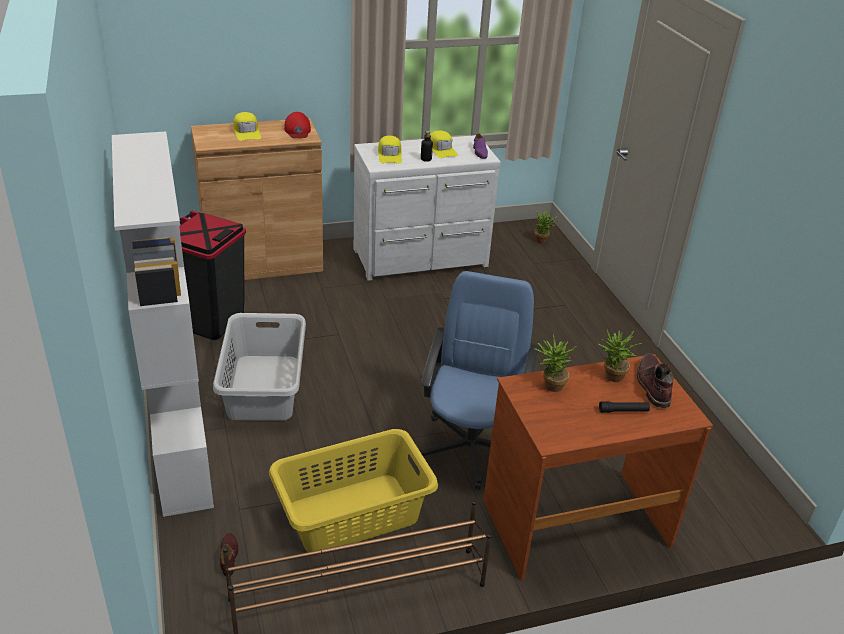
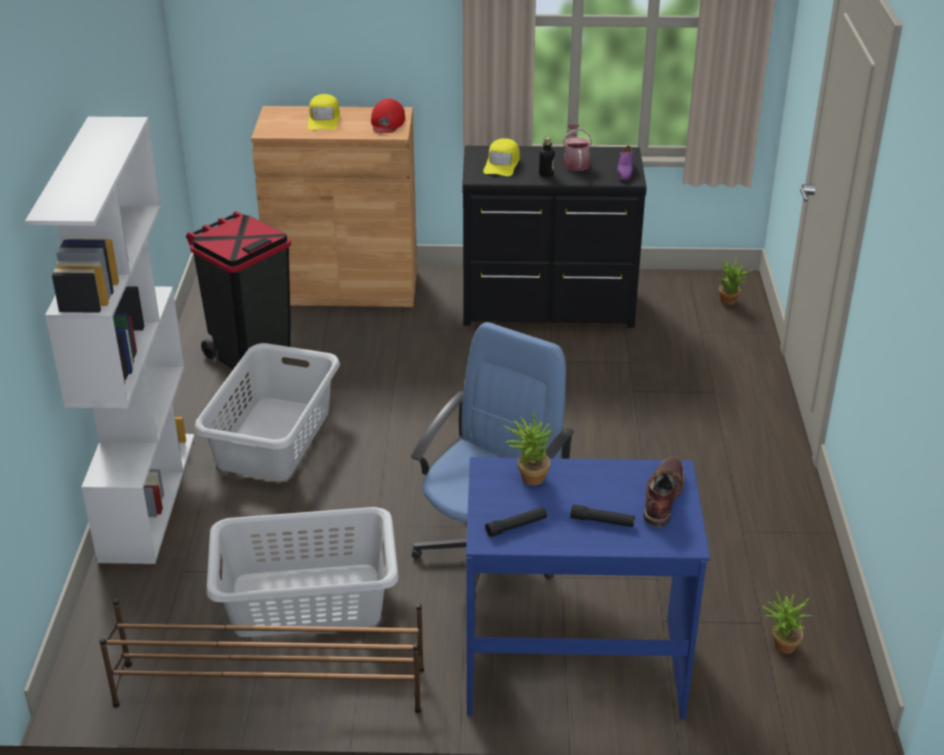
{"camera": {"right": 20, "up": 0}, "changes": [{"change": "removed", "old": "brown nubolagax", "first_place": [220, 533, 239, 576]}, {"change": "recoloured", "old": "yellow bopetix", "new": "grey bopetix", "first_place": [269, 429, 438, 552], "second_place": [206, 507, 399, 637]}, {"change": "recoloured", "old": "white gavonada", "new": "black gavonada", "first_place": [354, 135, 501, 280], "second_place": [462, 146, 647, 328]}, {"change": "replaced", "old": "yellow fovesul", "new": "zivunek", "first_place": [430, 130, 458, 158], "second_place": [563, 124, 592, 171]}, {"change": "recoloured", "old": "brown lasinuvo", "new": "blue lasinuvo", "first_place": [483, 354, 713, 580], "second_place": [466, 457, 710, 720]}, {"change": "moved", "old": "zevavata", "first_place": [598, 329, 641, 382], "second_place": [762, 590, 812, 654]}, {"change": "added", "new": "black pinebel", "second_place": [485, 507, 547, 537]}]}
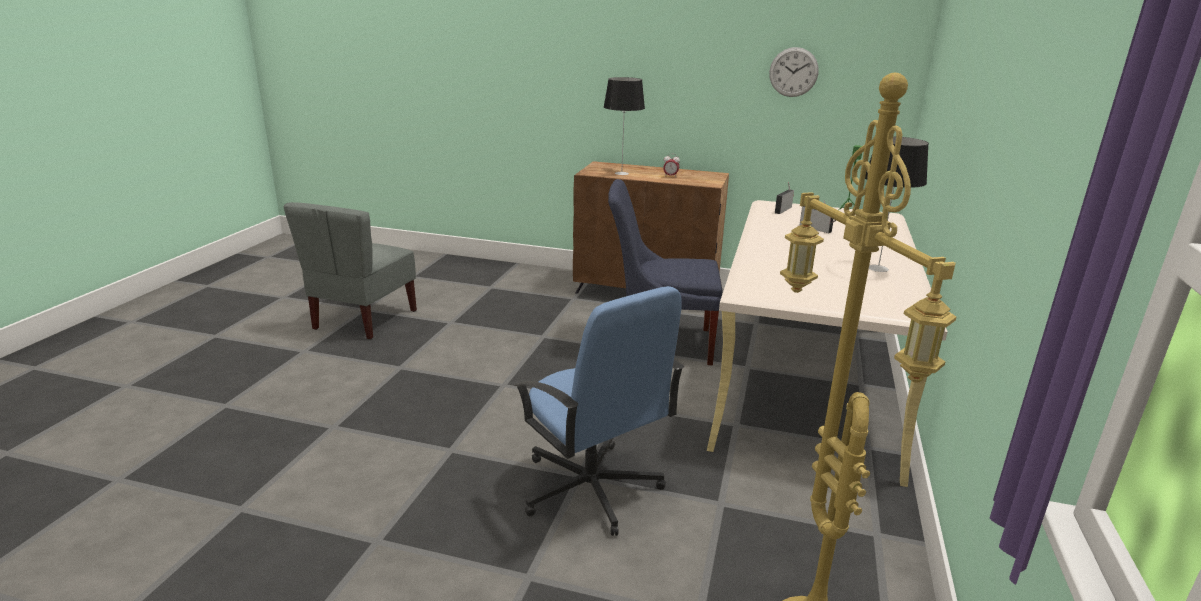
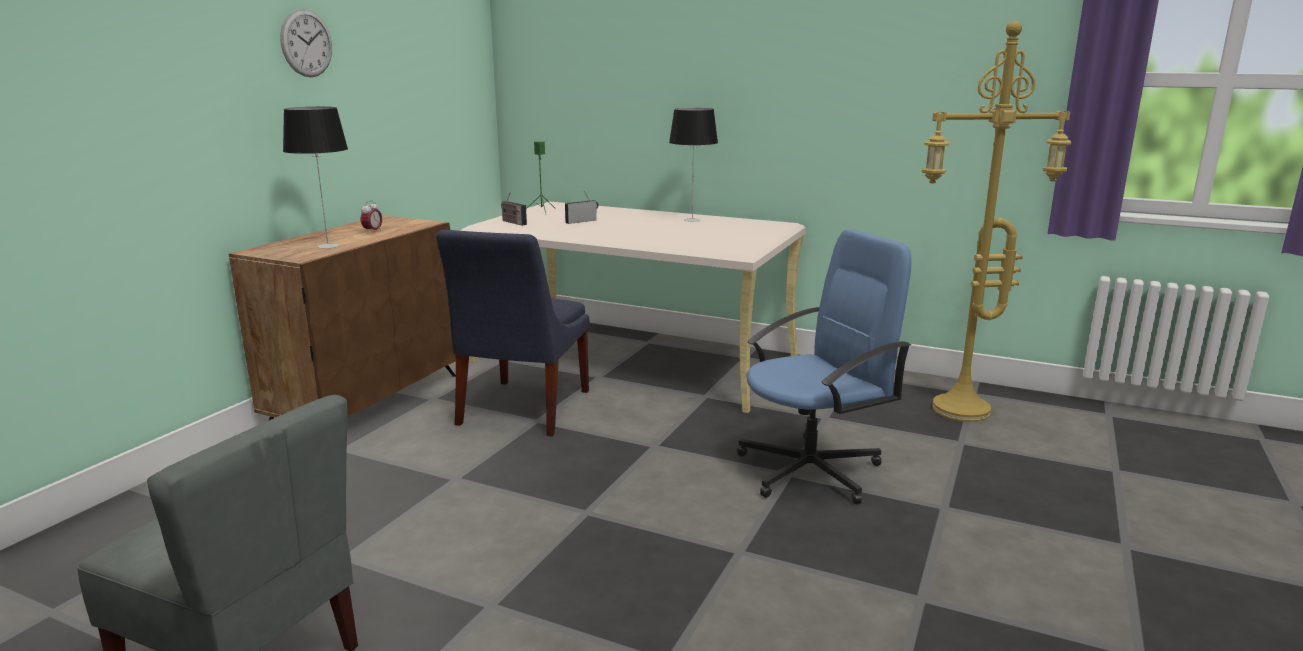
{"camera": {"right": -80, "up": -5}, "changes": [{"change": "moved", "old": "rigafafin", "first_place": [769, 47, 819, 97], "second_place": [280, 9, 332, 77]}]}
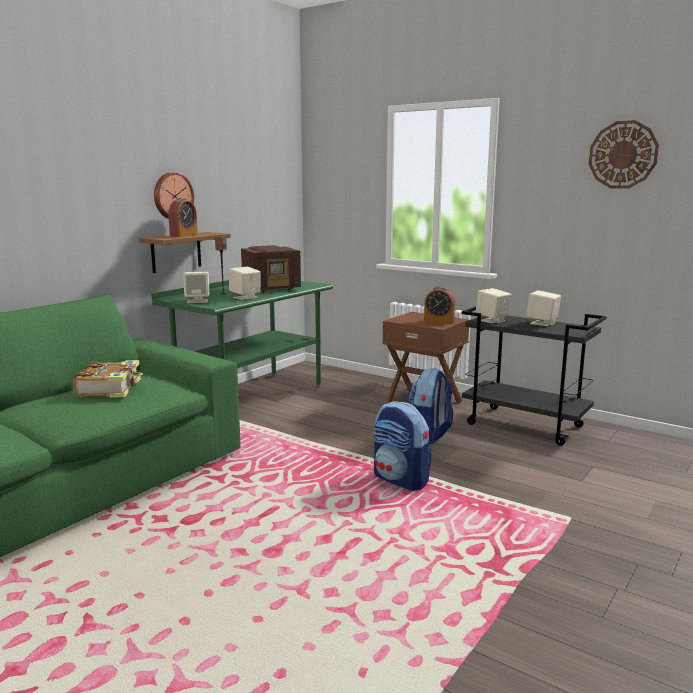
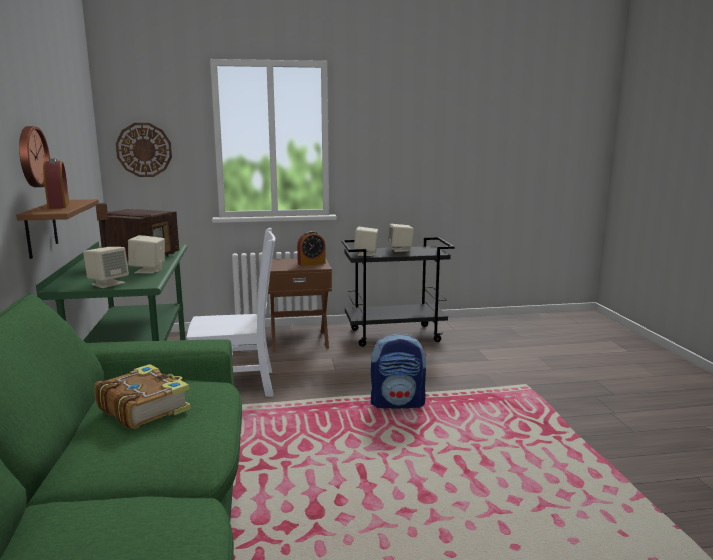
{"camera": {"right": -45, "up": 0}, "changes": [{"change": "removed", "old": "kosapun", "first_place": [409, 368, 453, 444]}, {"change": "moved", "old": "rigafafin", "first_place": [589, 120, 659, 189], "second_place": [116, 123, 172, 177]}, {"change": "added", "new": "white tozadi", "second_place": [187, 228, 276, 397]}]}
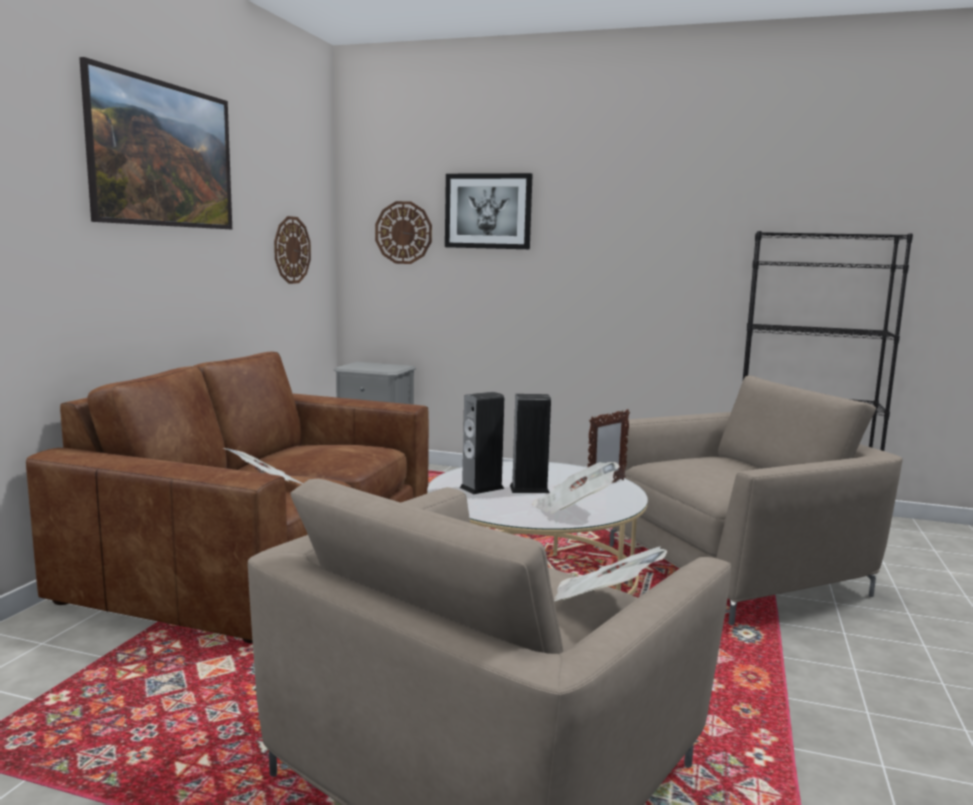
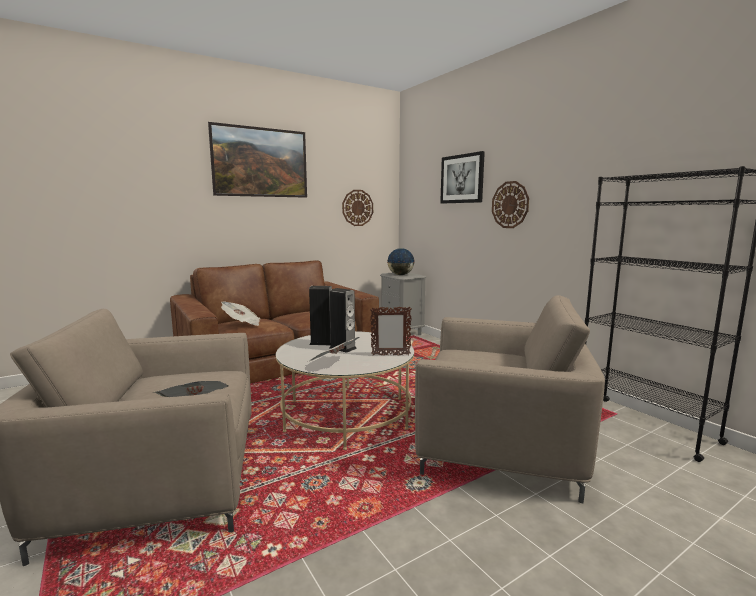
{"camera": {"right": 40, "up": 0}, "changes": [{"change": "moved", "old": "rigafafin", "first_place": [375, 201, 432, 264], "second_place": [492, 181, 529, 228]}, {"change": "added", "new": "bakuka", "second_place": [387, 248, 415, 275]}]}
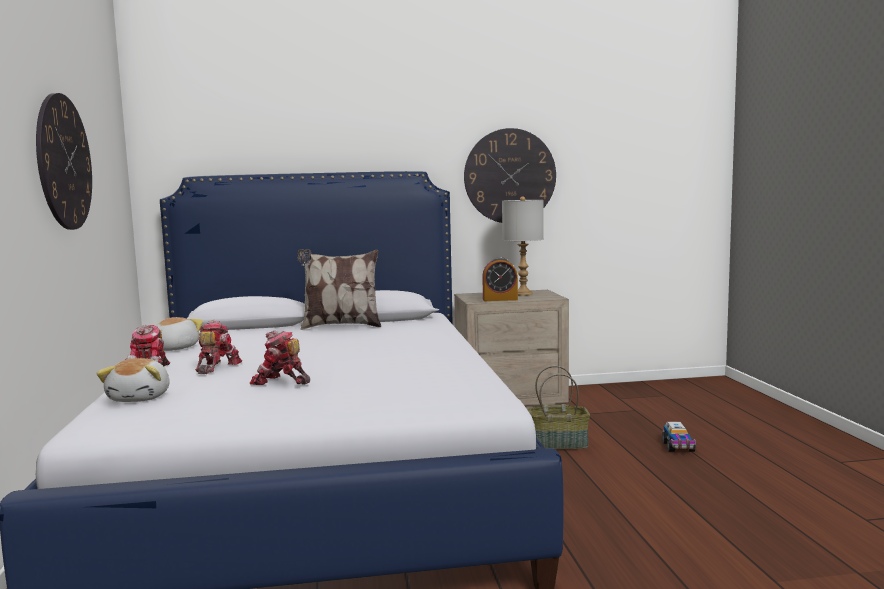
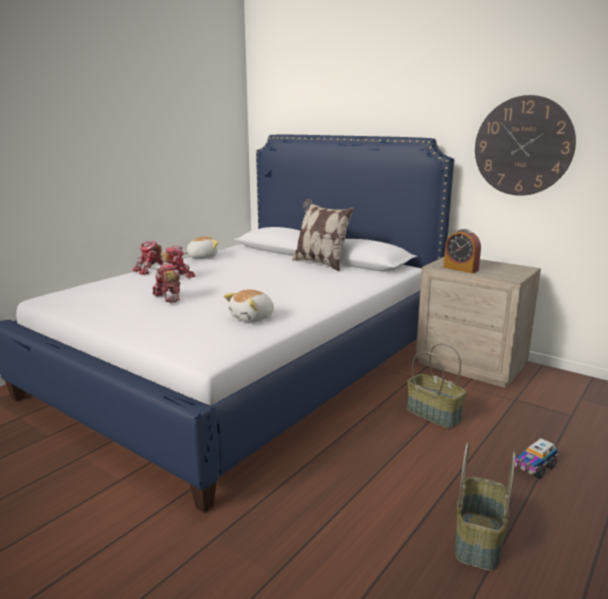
{"camera": {"right": 45, "up": 10}, "changes": [{"change": "removed", "old": "rigafafin", "first_place": [36, 93, 92, 230]}, {"change": "moved", "old": "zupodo", "first_place": [96, 358, 170, 402], "second_place": [223, 290, 274, 322]}, {"change": "removed", "old": "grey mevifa", "first_place": [502, 197, 544, 296]}, {"change": "added", "new": "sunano", "second_place": [455, 442, 515, 571]}]}
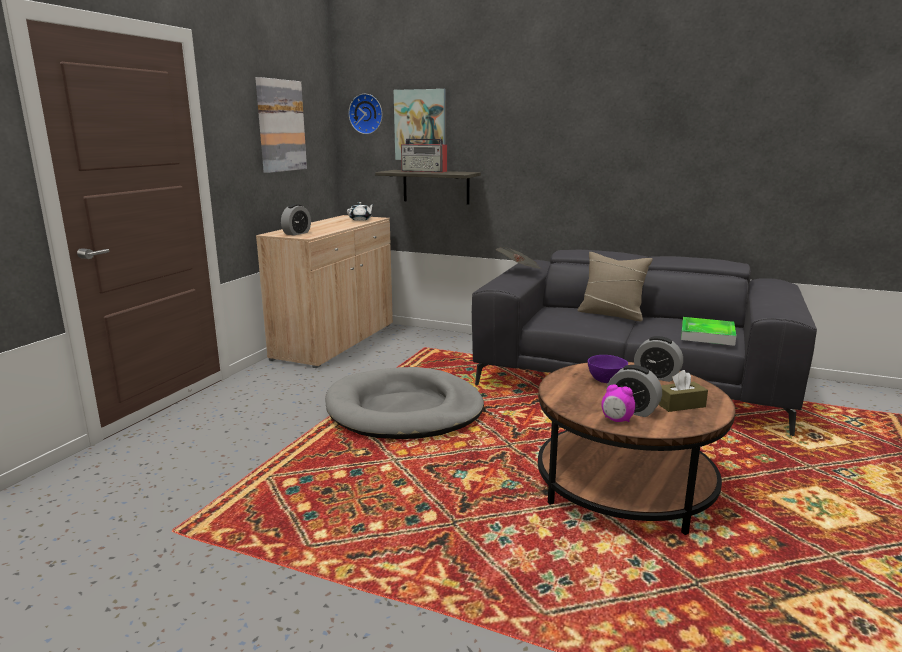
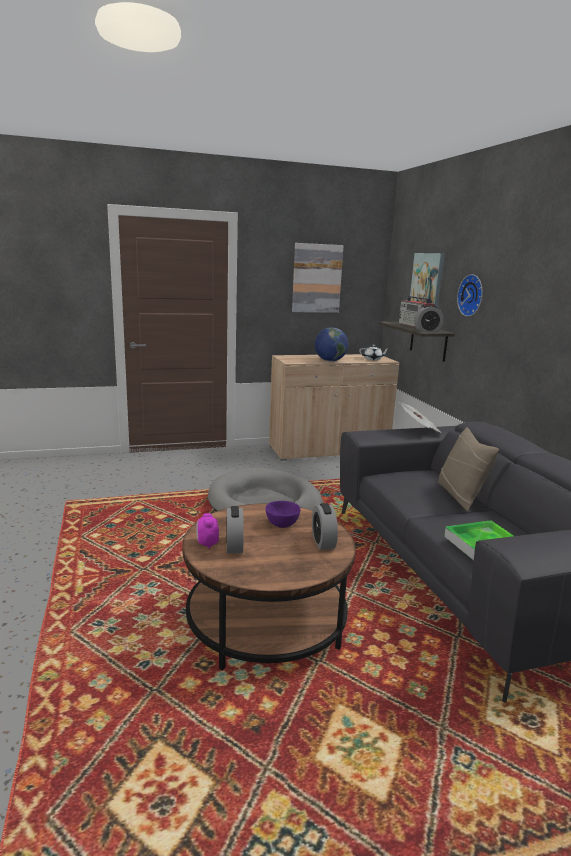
{"camera": {"right": 50, "up": 0}, "changes": [{"change": "moved", "old": "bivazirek", "first_place": [281, 204, 311, 235], "second_place": [414, 305, 444, 332]}, {"change": "moved", "old": "rigafafin", "first_place": [349, 94, 382, 134], "second_place": [457, 274, 483, 317]}, {"change": "removed", "old": "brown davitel", "first_place": [659, 370, 708, 412]}, {"change": "added", "new": "bakuka", "second_place": [315, 328, 348, 361]}]}
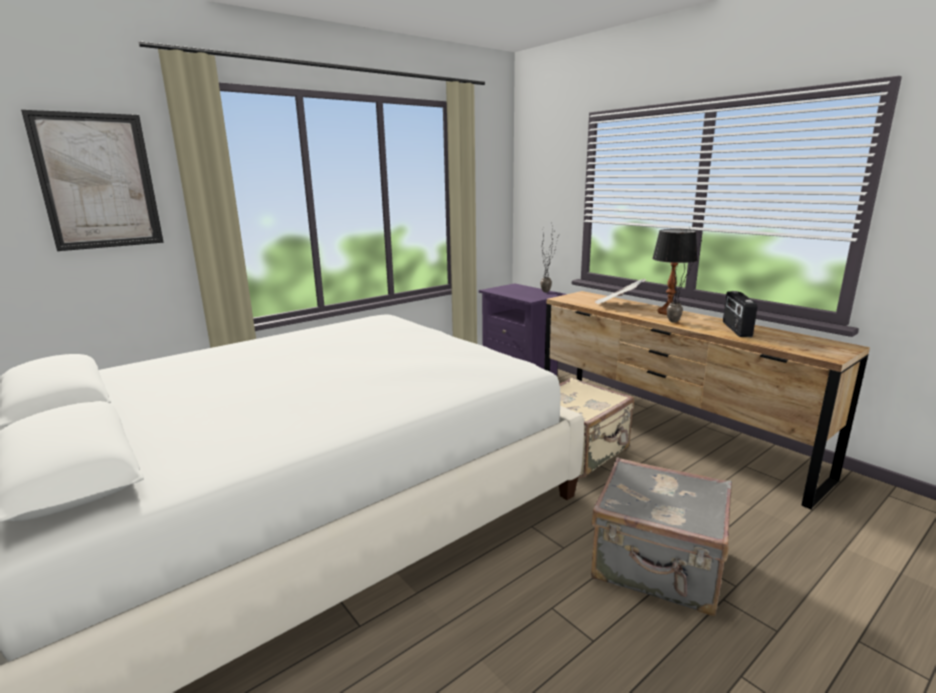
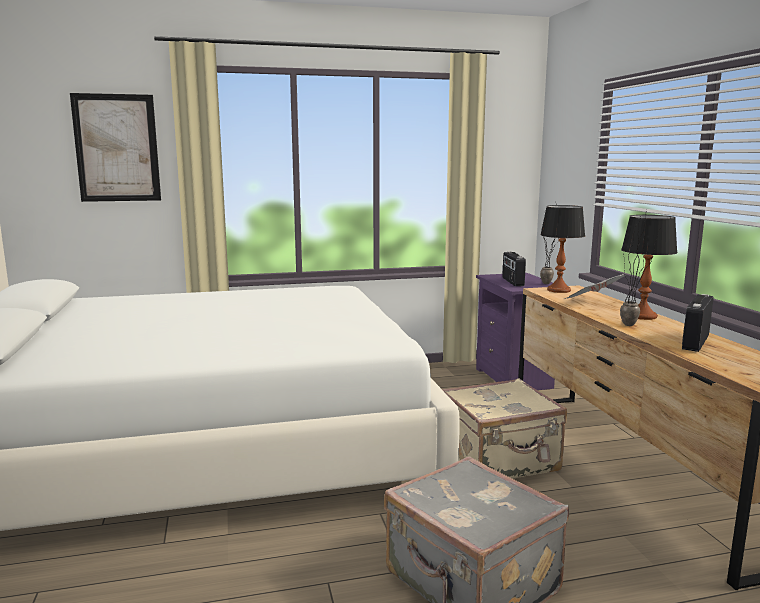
{"camera": {"right": 25, "up": -5}, "changes": [{"change": "added", "new": "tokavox", "second_place": [502, 252, 526, 286]}, {"change": "added", "new": "mevifa", "second_place": [540, 205, 585, 293]}]}
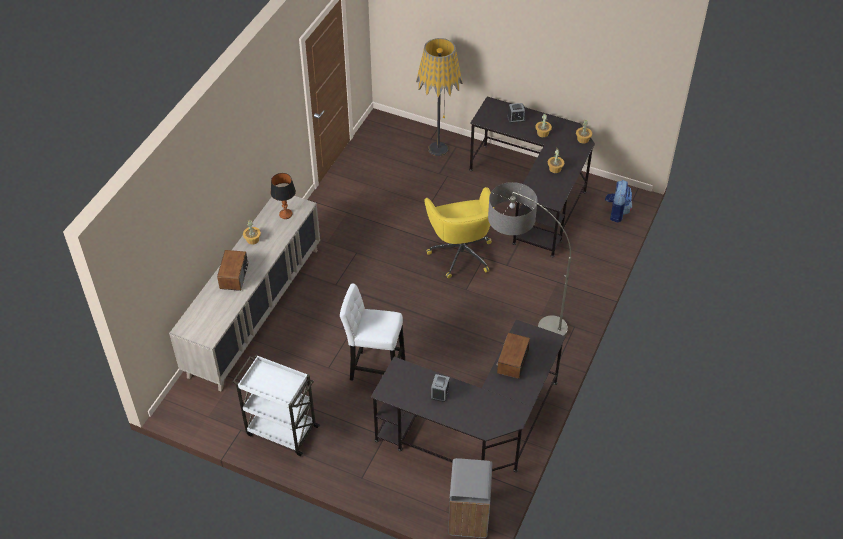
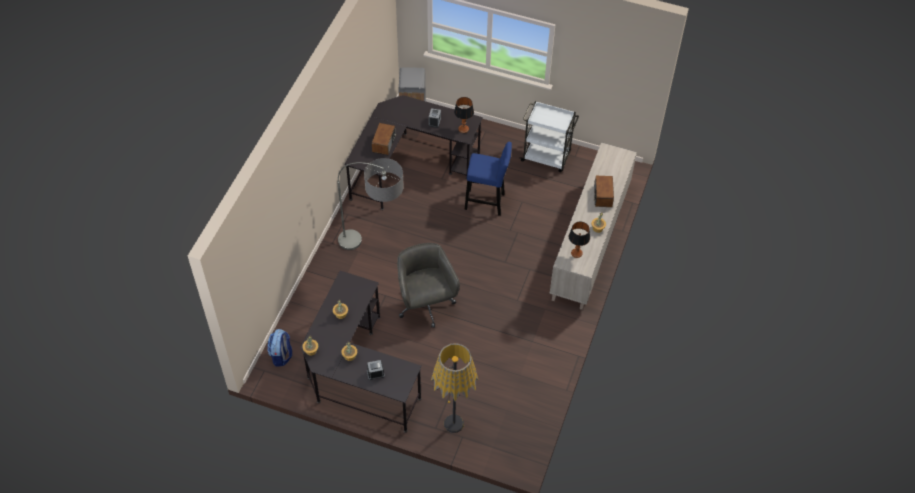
{"camera": {"right": 175, "up": 5}, "changes": [{"change": "recoloured", "old": "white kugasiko", "new": "blue kugasiko", "first_place": [340, 283, 405, 381], "second_place": [465, 141, 512, 216]}, {"change": "recoloured", "old": "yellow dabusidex", "new": "grey dabusidex", "first_place": [424, 187, 494, 278], "second_place": [397, 243, 460, 328]}, {"change": "added", "new": "mevifa", "second_place": [454, 97, 474, 133]}]}
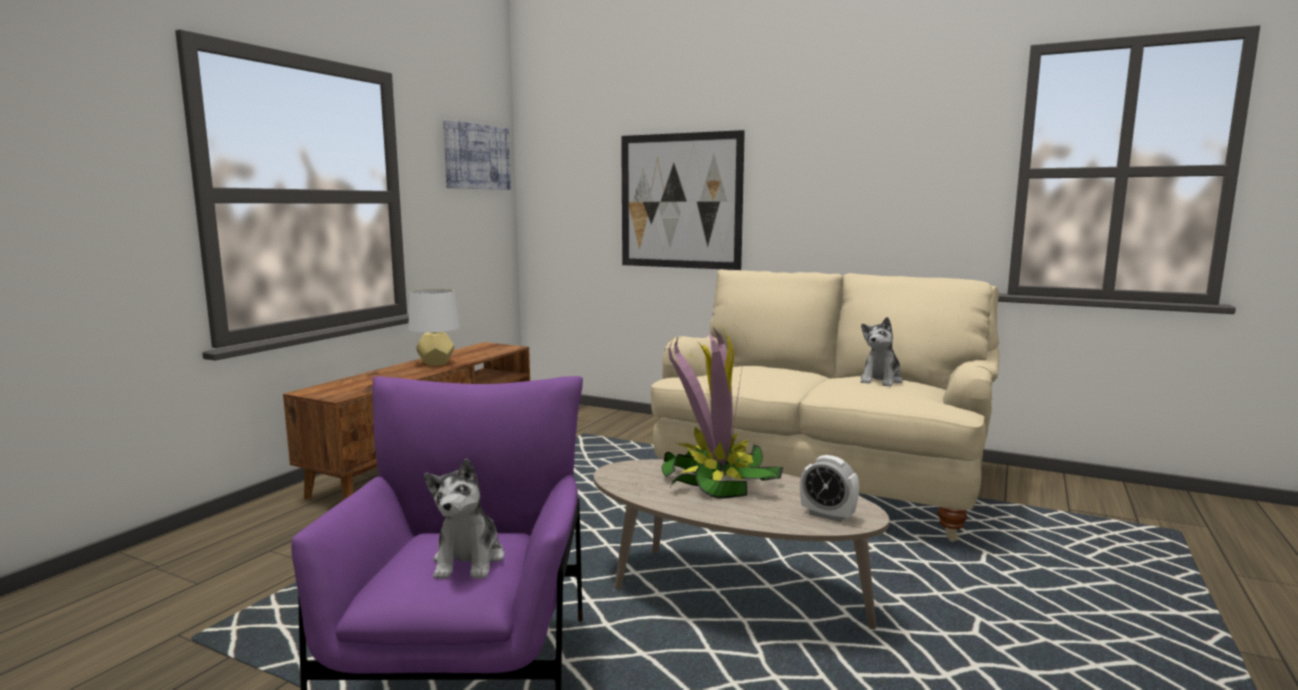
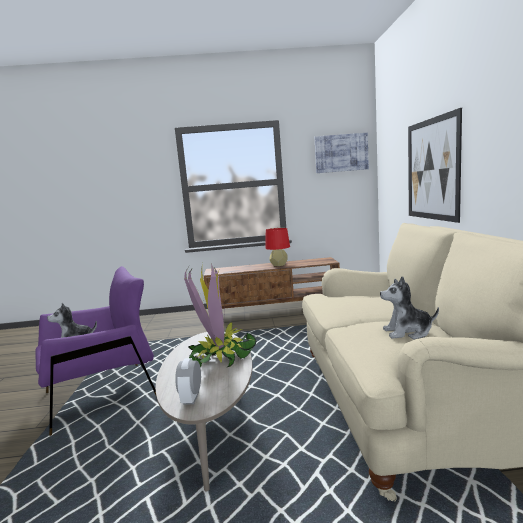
{"camera": {"right": 60, "up": 0}, "changes": [{"change": "recoloured", "old": "white mevifa", "new": "red mevifa", "first_place": [408, 289, 460, 366], "second_place": [265, 228, 290, 266]}]}
